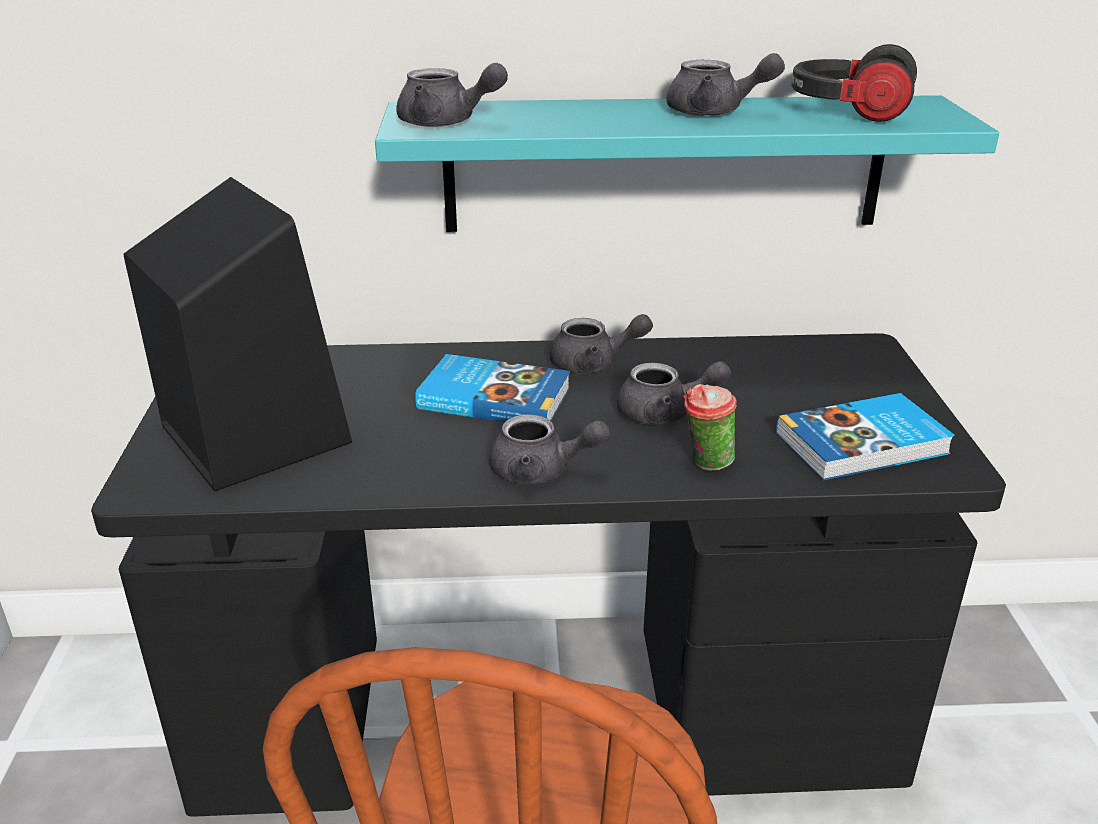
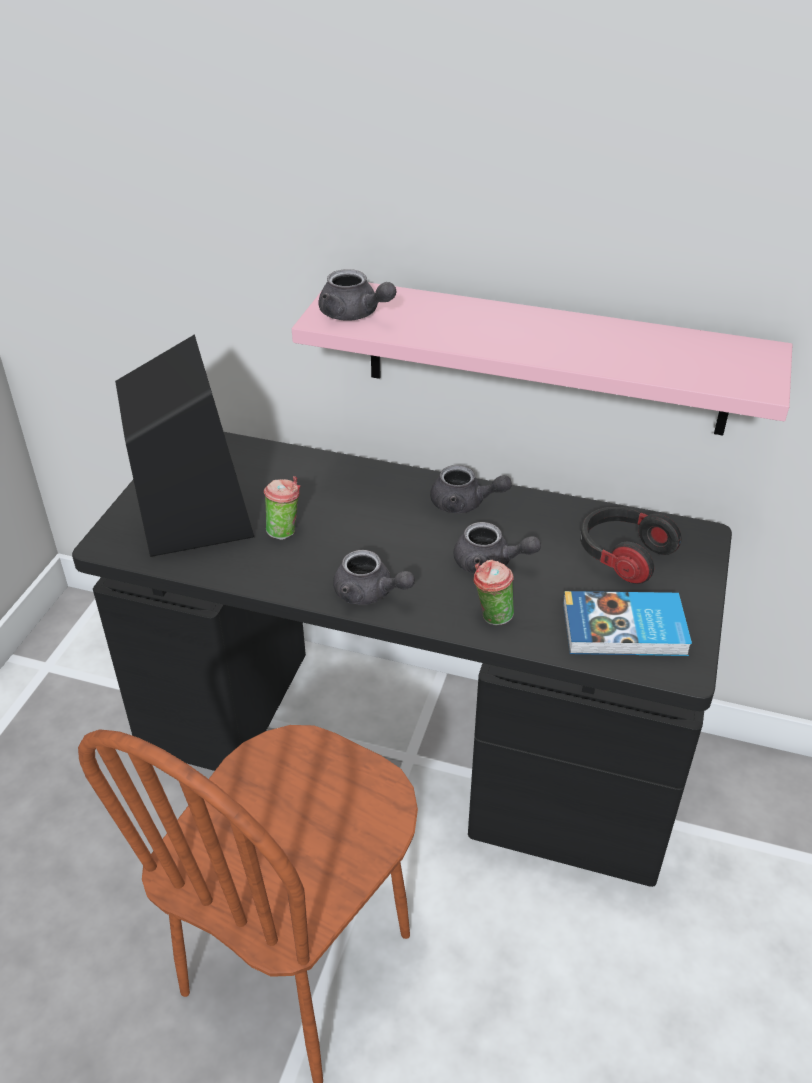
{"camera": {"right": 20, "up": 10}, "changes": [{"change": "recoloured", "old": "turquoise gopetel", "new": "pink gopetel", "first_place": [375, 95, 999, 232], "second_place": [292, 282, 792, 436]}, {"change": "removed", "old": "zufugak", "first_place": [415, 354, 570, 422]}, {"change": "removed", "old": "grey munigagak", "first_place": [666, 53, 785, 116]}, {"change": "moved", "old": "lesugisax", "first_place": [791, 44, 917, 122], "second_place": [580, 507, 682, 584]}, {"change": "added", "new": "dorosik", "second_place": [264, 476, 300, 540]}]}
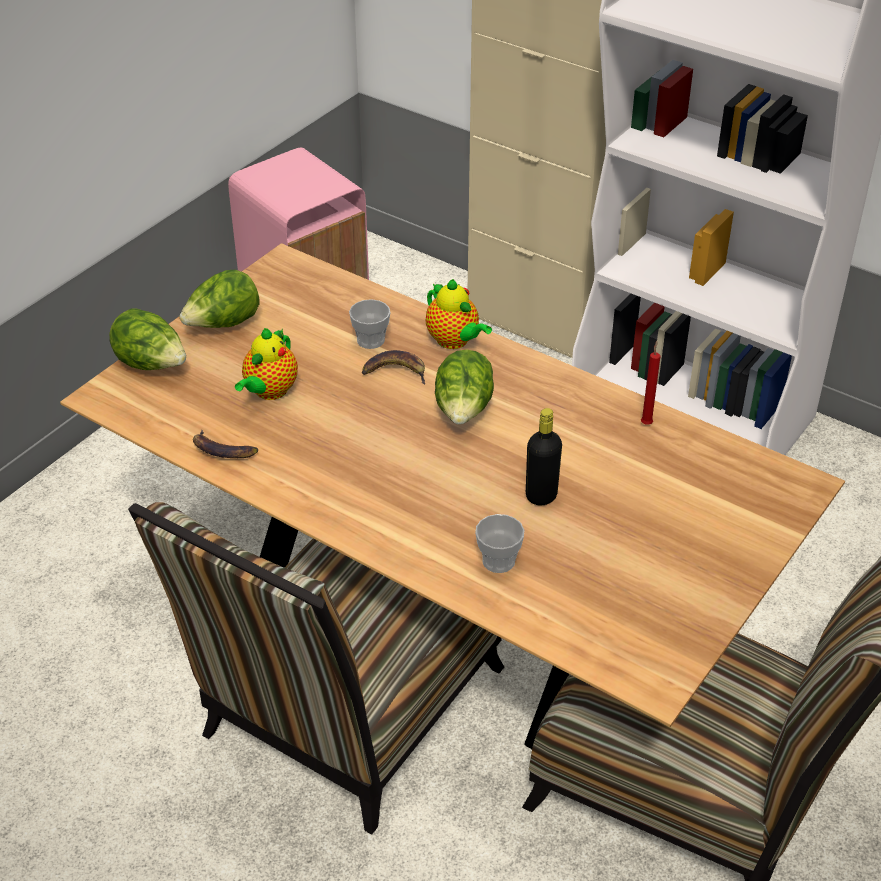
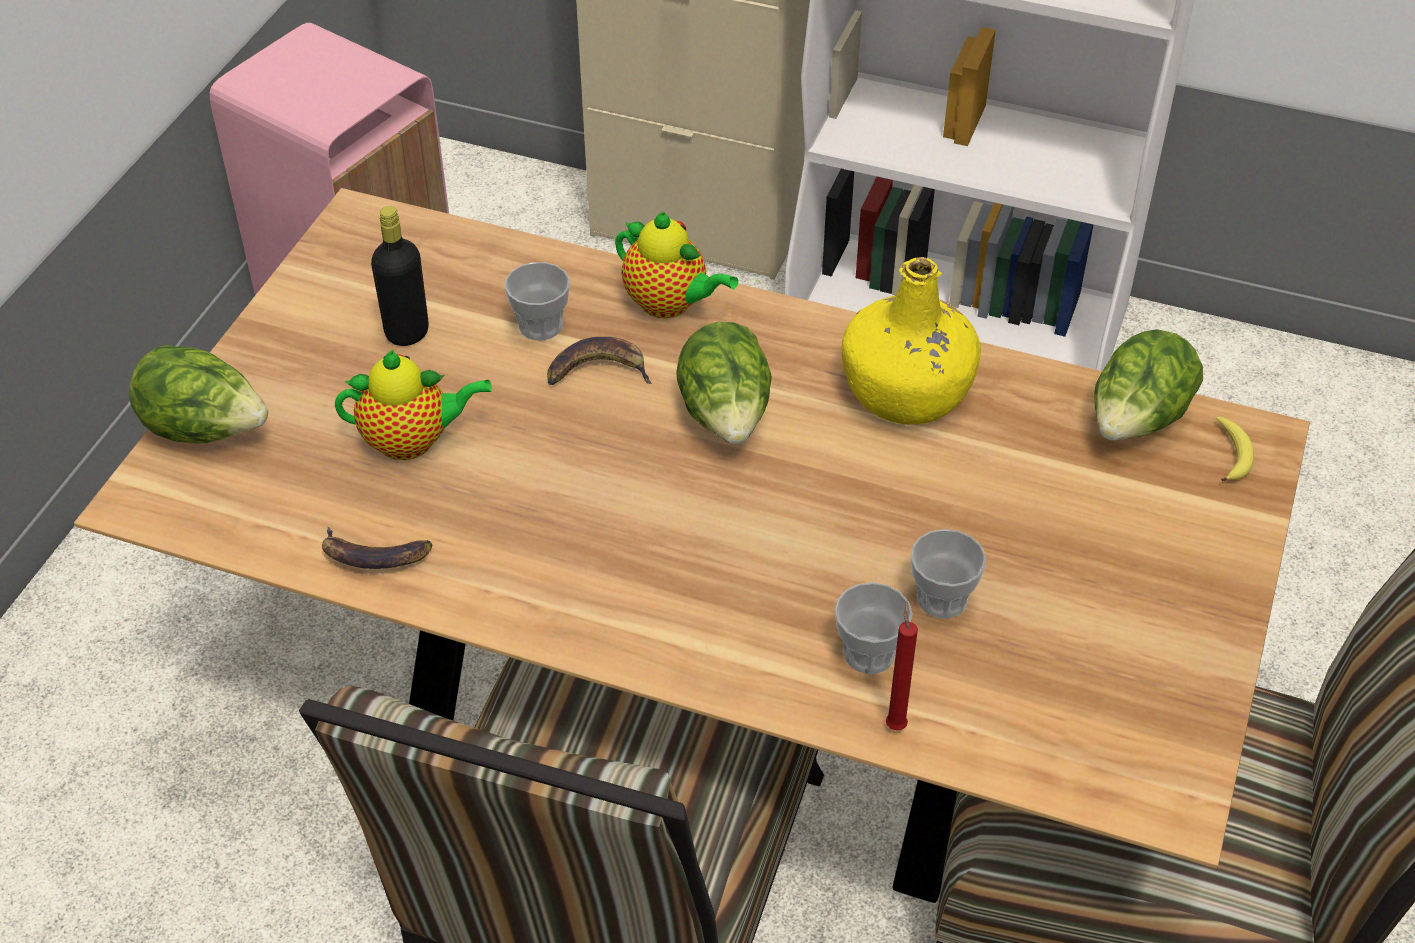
{"camera": {"right": -15, "up": 5}, "changes": [{"change": "moved", "old": "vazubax", "first_place": [179, 270, 259, 328], "second_place": [1095, 329, 1203, 440]}, {"change": "turned", "old": "munigagak", "first_place": [235, 328, 298, 400], "second_place": [335, 350, 492, 460], "degrees": -105}, {"change": "moved", "old": "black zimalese", "first_place": [526, 408, 562, 505], "second_place": [371, 206, 429, 346]}, {"change": "moved", "old": "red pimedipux", "first_place": [641, 341, 660, 425], "second_place": [886, 601, 918, 731]}, {"change": "added", "new": "yellow zimalese", "second_place": [842, 257, 981, 425]}, {"change": "added", "new": "dorosik", "second_place": [911, 529, 986, 619]}, {"change": "added", "new": "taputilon", "second_place": [1216, 417, 1254, 482]}]}
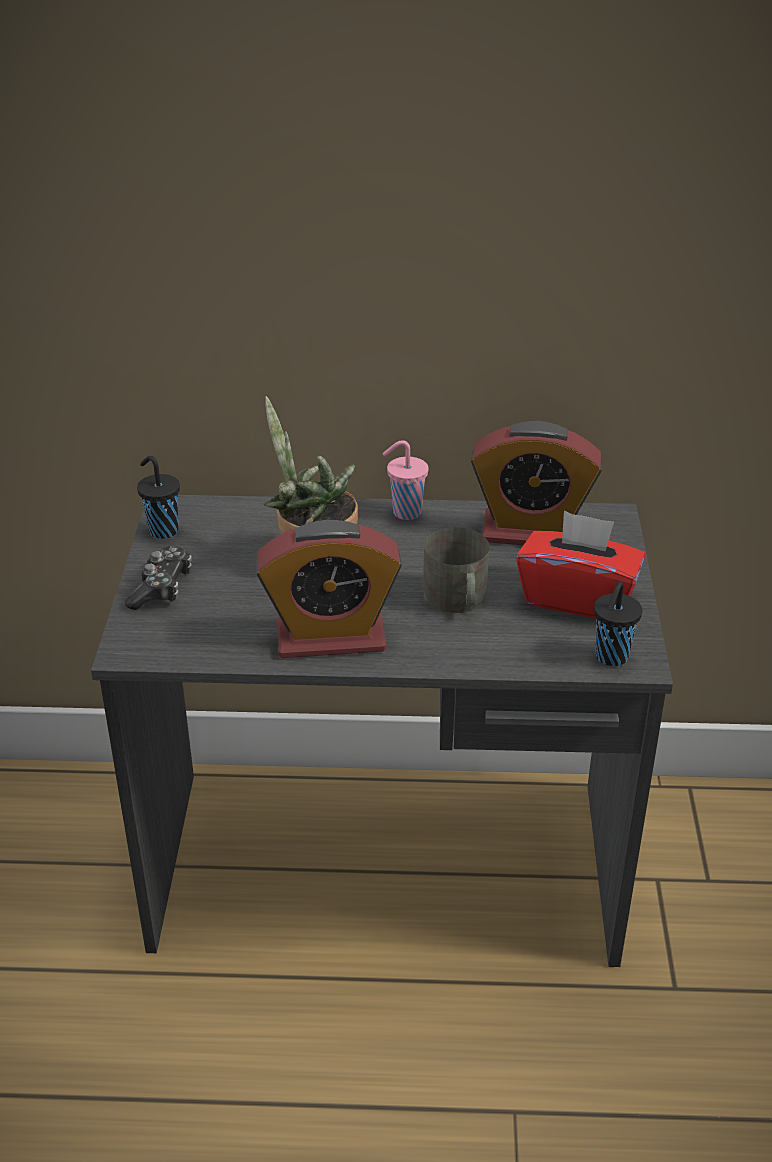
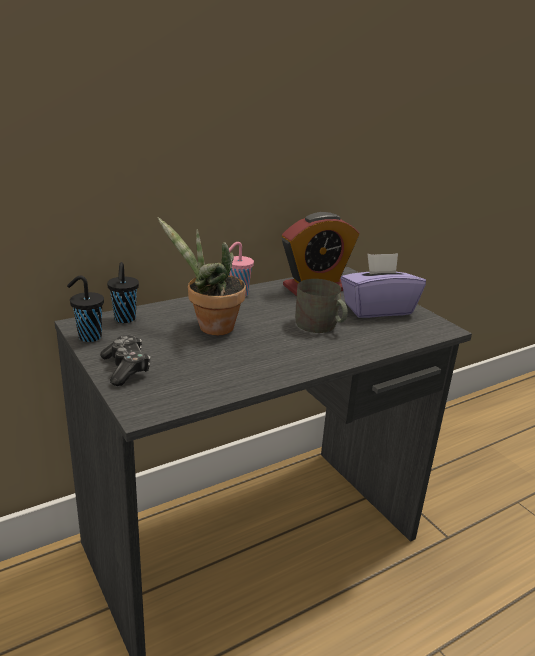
{"camera": {"right": -35, "up": -10}, "changes": [{"change": "removed", "old": "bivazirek", "first_place": [256, 520, 402, 658]}, {"change": "recoloured", "old": "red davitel", "new": "purple davitel", "first_place": [516, 511, 645, 619], "second_place": [340, 253, 426, 318]}, {"change": "moved", "old": "black dorosik", "first_place": [594, 581, 642, 666], "second_place": [107, 262, 139, 323]}]}
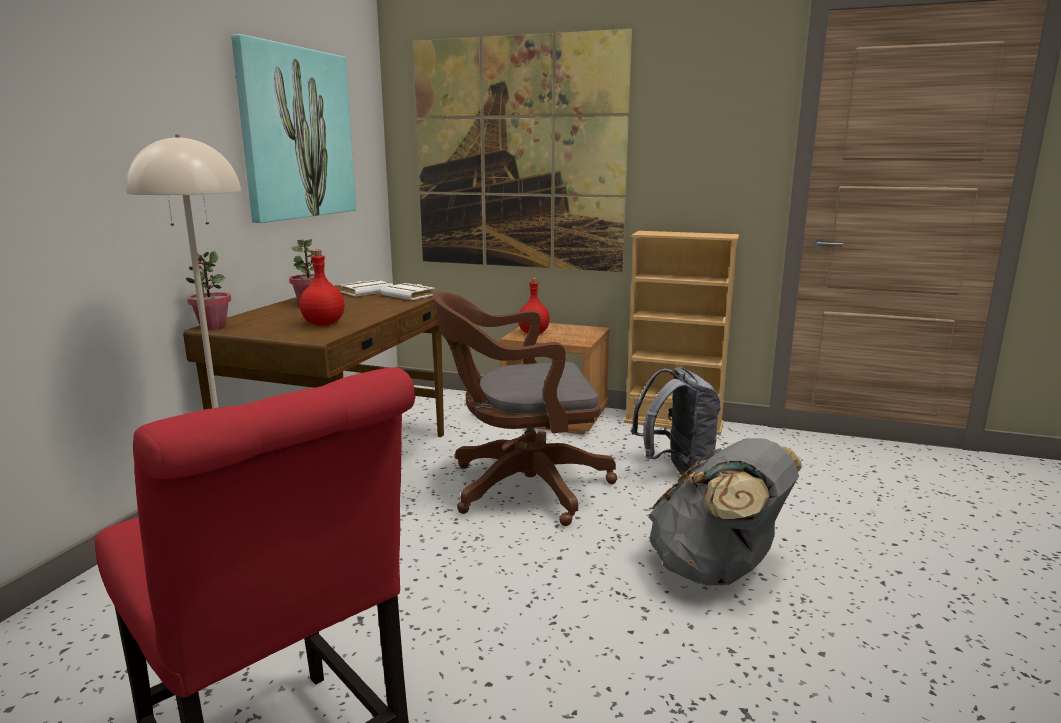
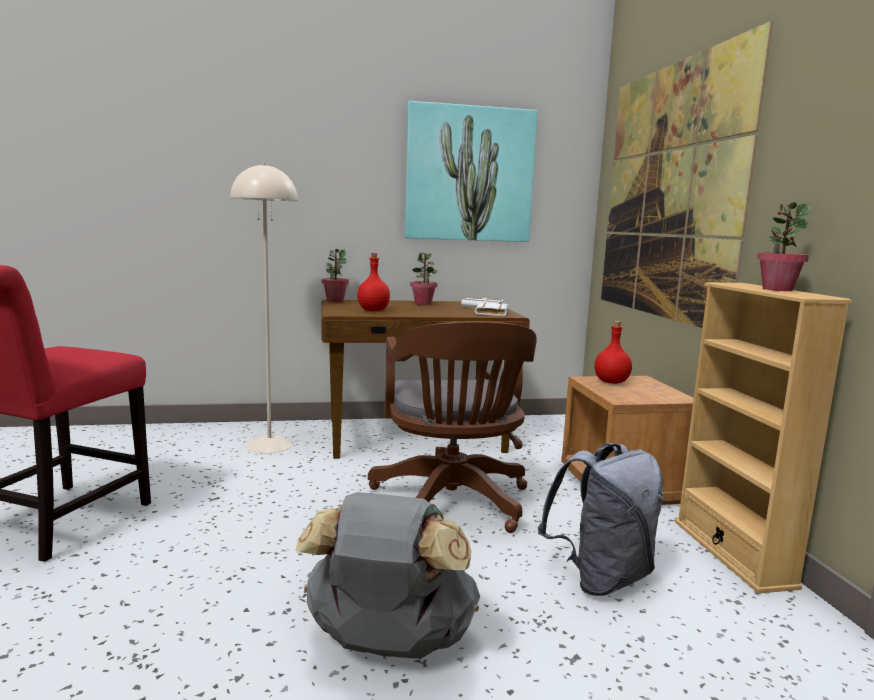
{"camera": {"right": 60, "up": -5}, "changes": [{"change": "turned", "old": "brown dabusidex", "first_place": [432, 292, 617, 526], "second_place": [368, 321, 537, 533], "degrees": -150}, {"change": "added", "new": "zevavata", "second_place": [757, 202, 810, 291]}]}
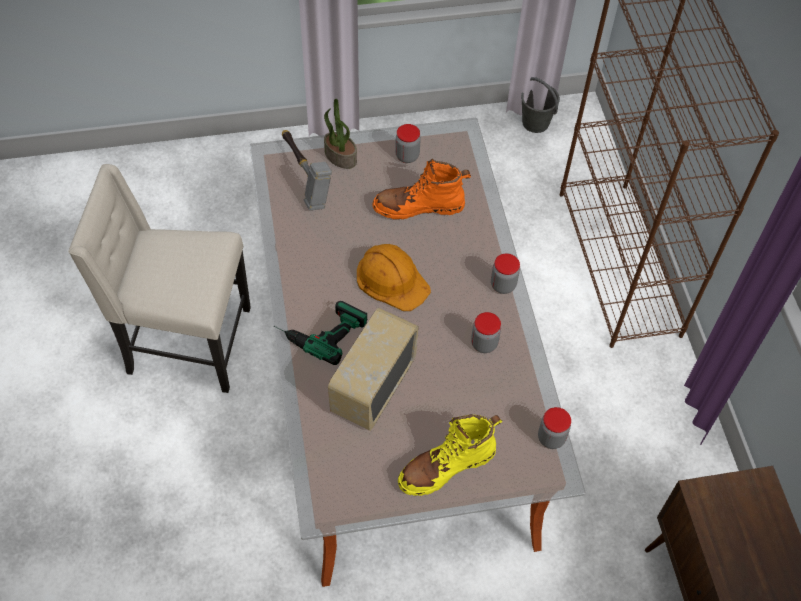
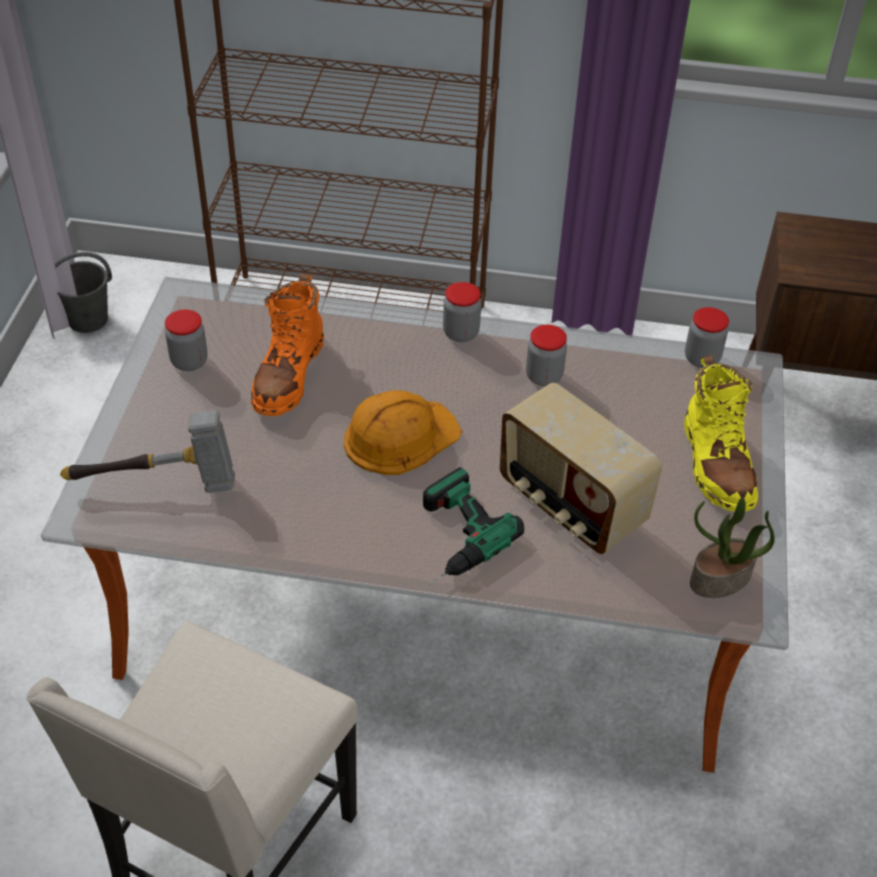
{"camera": {"right": -70, "up": -10}, "changes": [{"change": "moved", "old": "zevavata", "first_place": [324, 99, 357, 169], "second_place": [690, 498, 775, 598]}]}
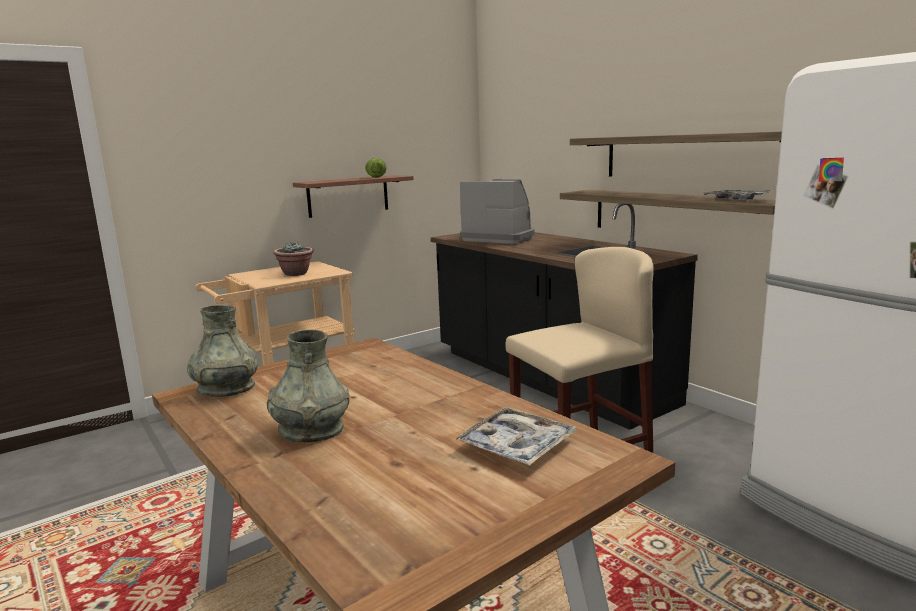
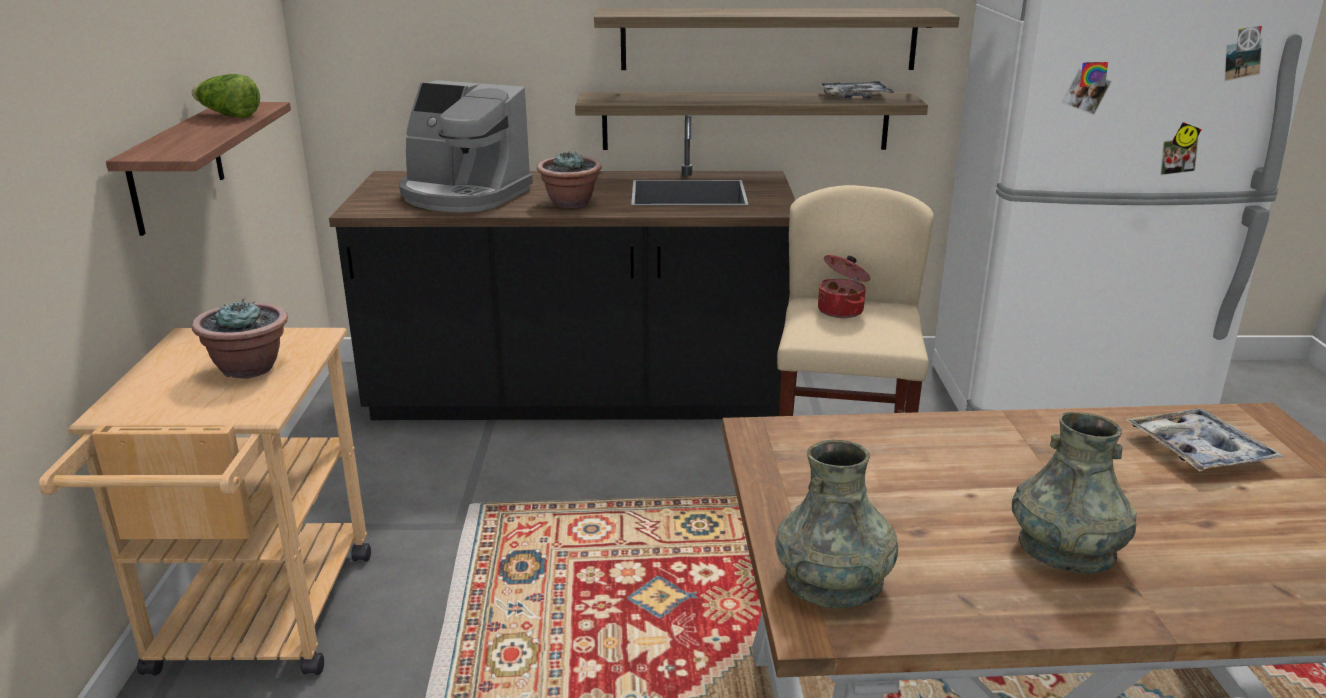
{"camera": {"right": -55, "up": 10}, "changes": [{"change": "turned", "old": "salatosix", "first_place": [460, 180, 535, 244], "second_place": [399, 80, 533, 212], "degrees": -135}, {"change": "added", "new": "zevavata", "second_place": [537, 152, 602, 208]}, {"change": "added", "new": "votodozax", "second_place": [818, 255, 870, 318]}]}
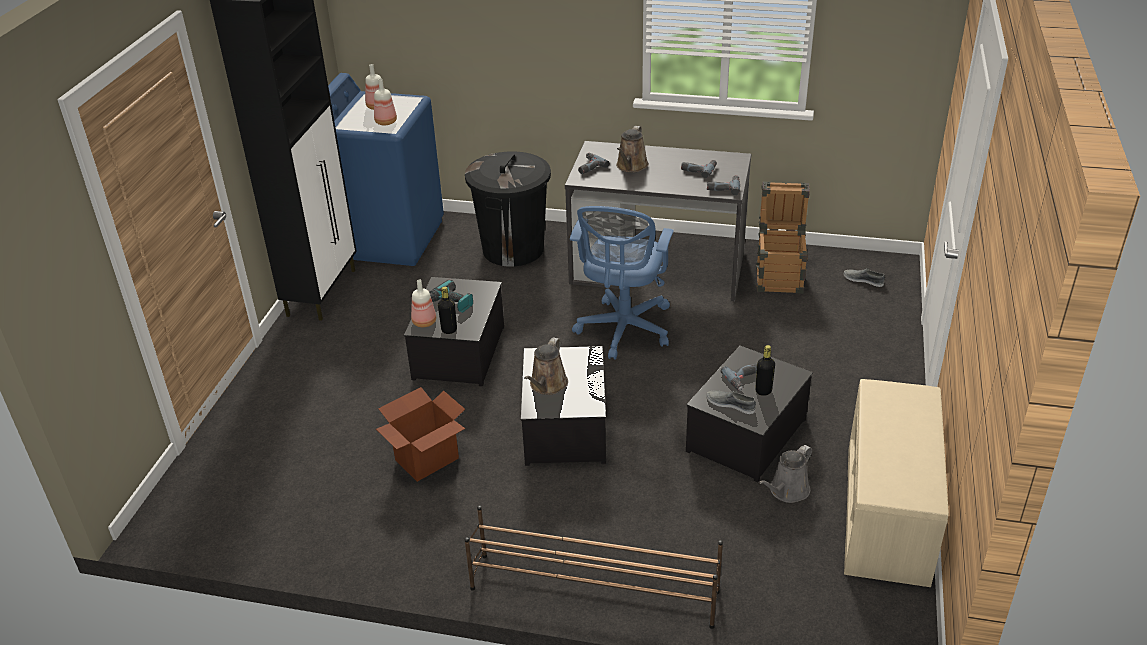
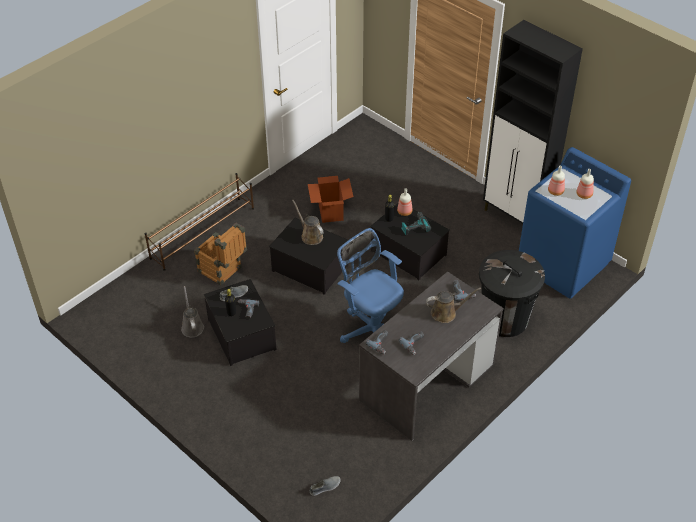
{"camera": {"right": 120, "up": 10}, "changes": [{"change": "turned", "old": "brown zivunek", "first_place": [616, 126, 649, 173], "second_place": [426, 288, 481, 323], "degrees": 120}, {"change": "moved", "old": "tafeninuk", "first_place": [756, 182, 810, 294], "second_place": [194, 223, 247, 286]}, {"change": "removed", "old": "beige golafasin", "first_place": [844, 379, 949, 587]}]}
